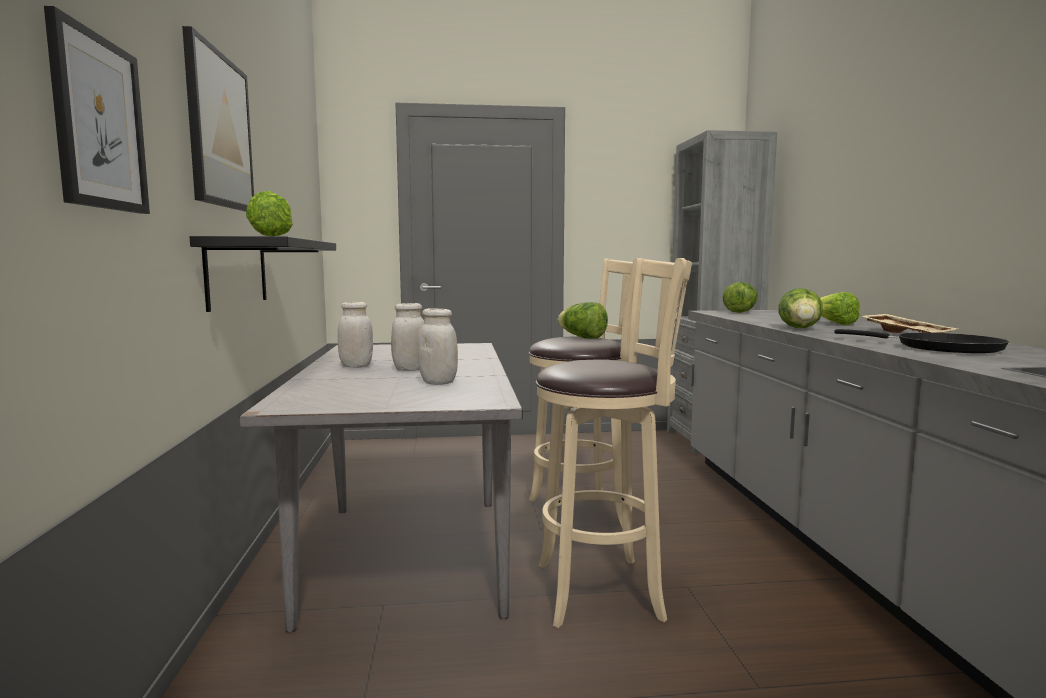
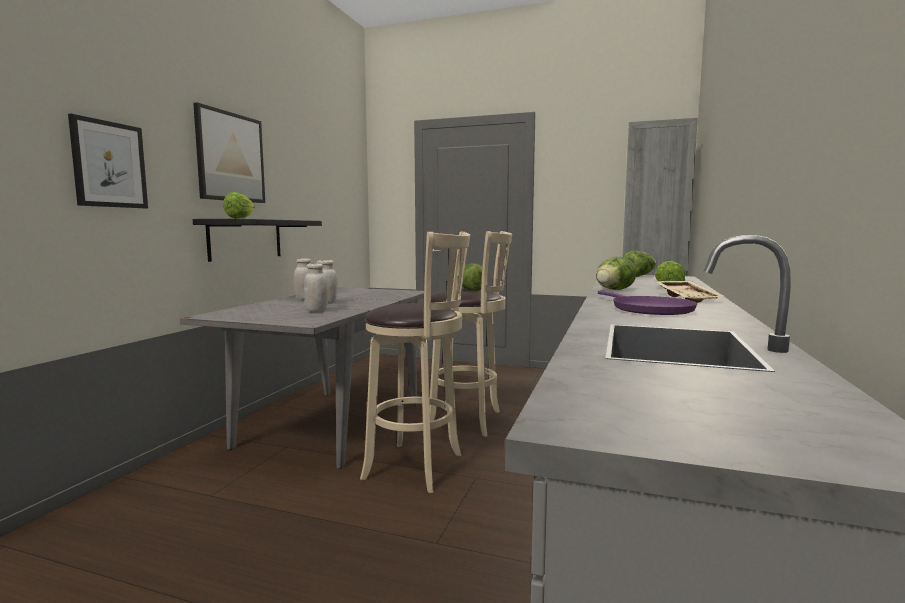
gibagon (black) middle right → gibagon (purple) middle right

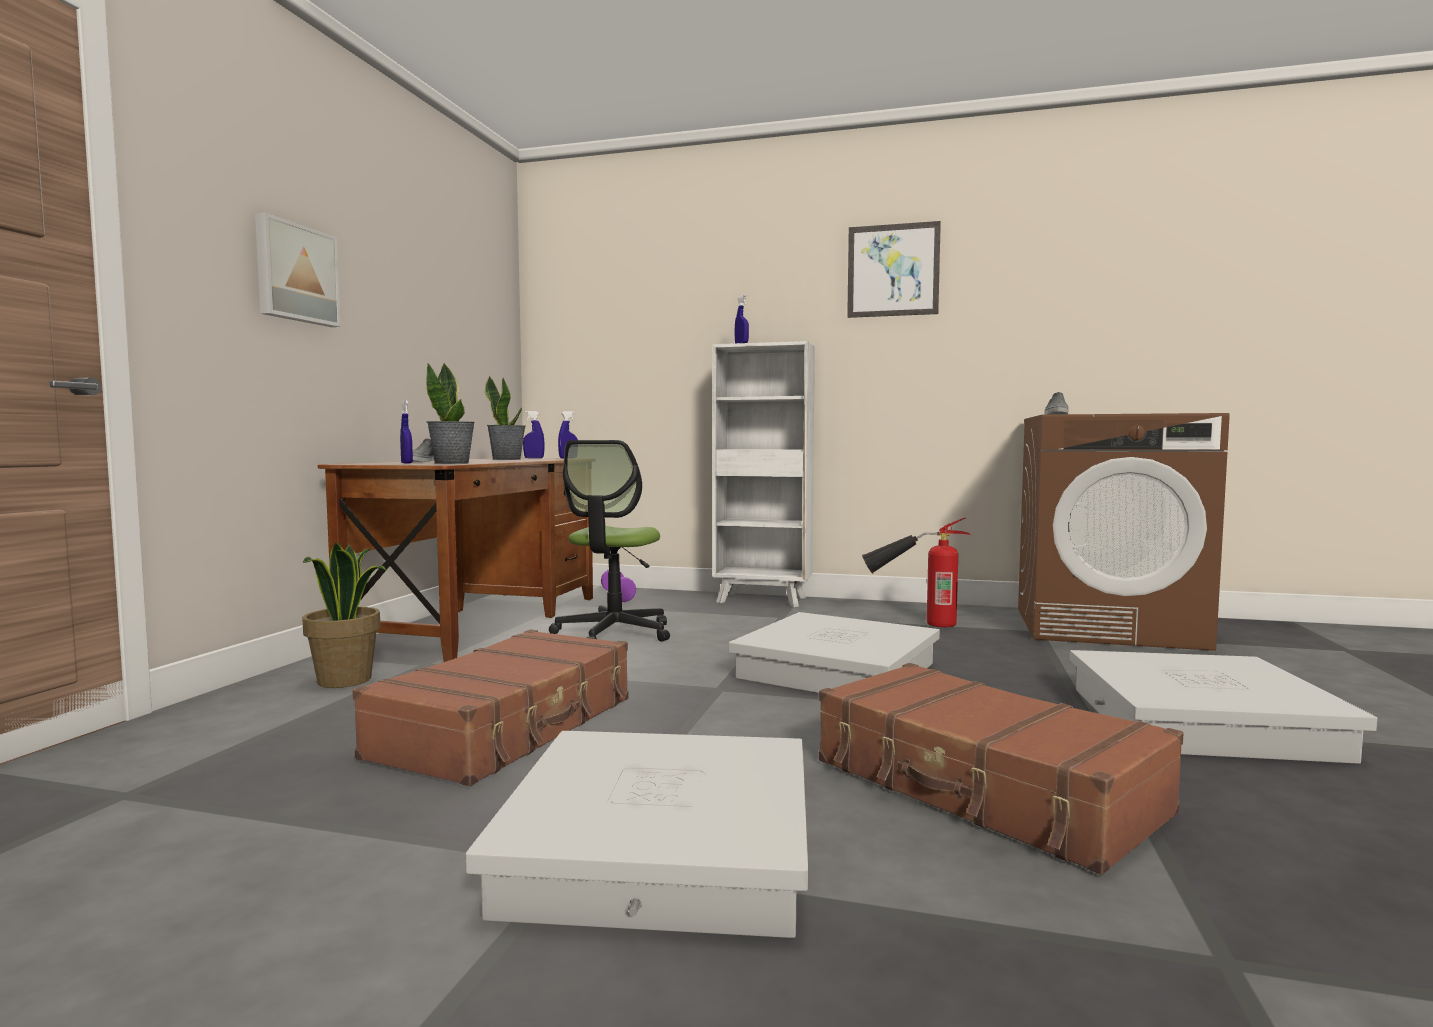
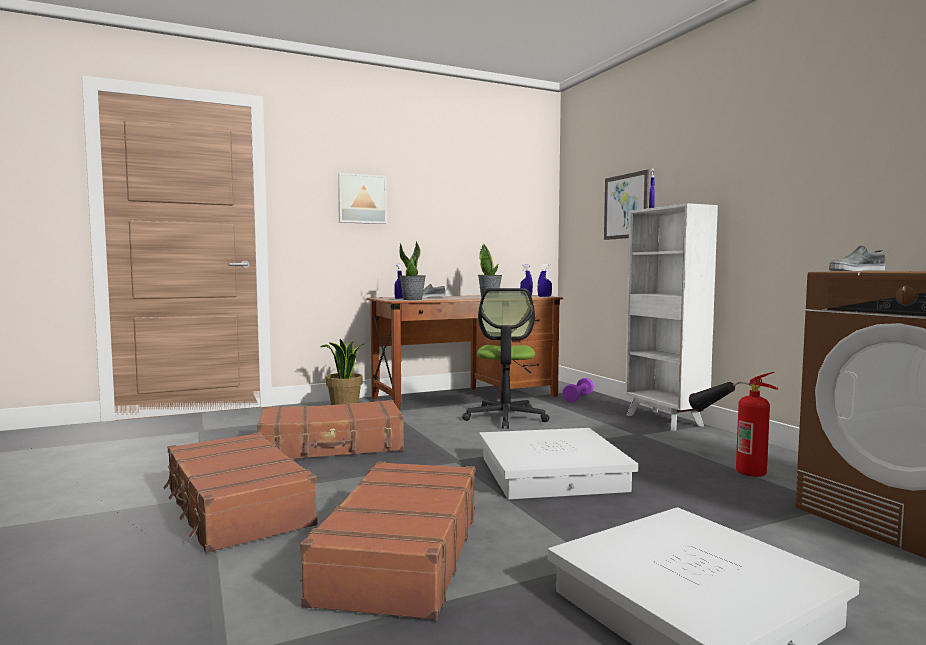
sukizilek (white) (no. 1 from left) bottom centre → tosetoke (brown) (no. 1 from left) bottom left
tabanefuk centre, 60 degrees counterclockwise
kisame (no. 2 from left) top centre → kisame (no. 2 from left) top right, relocated

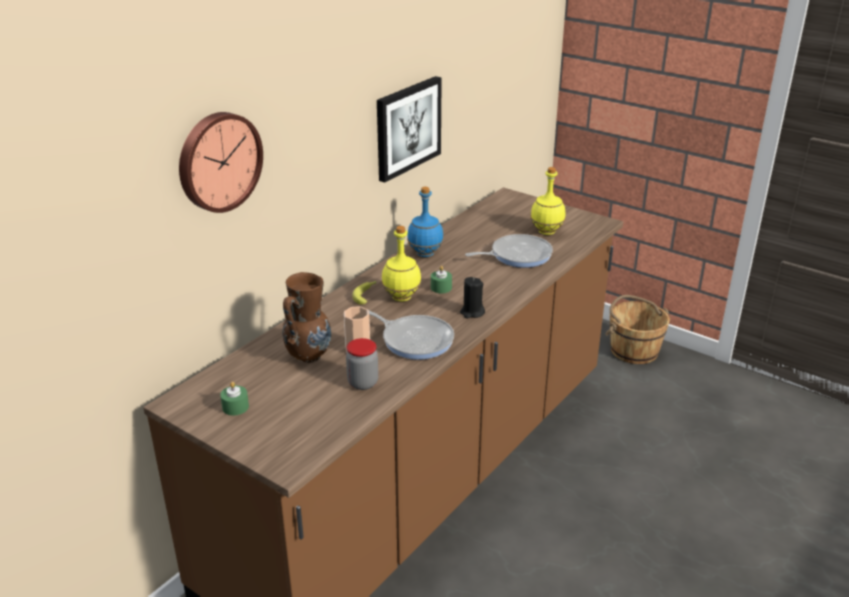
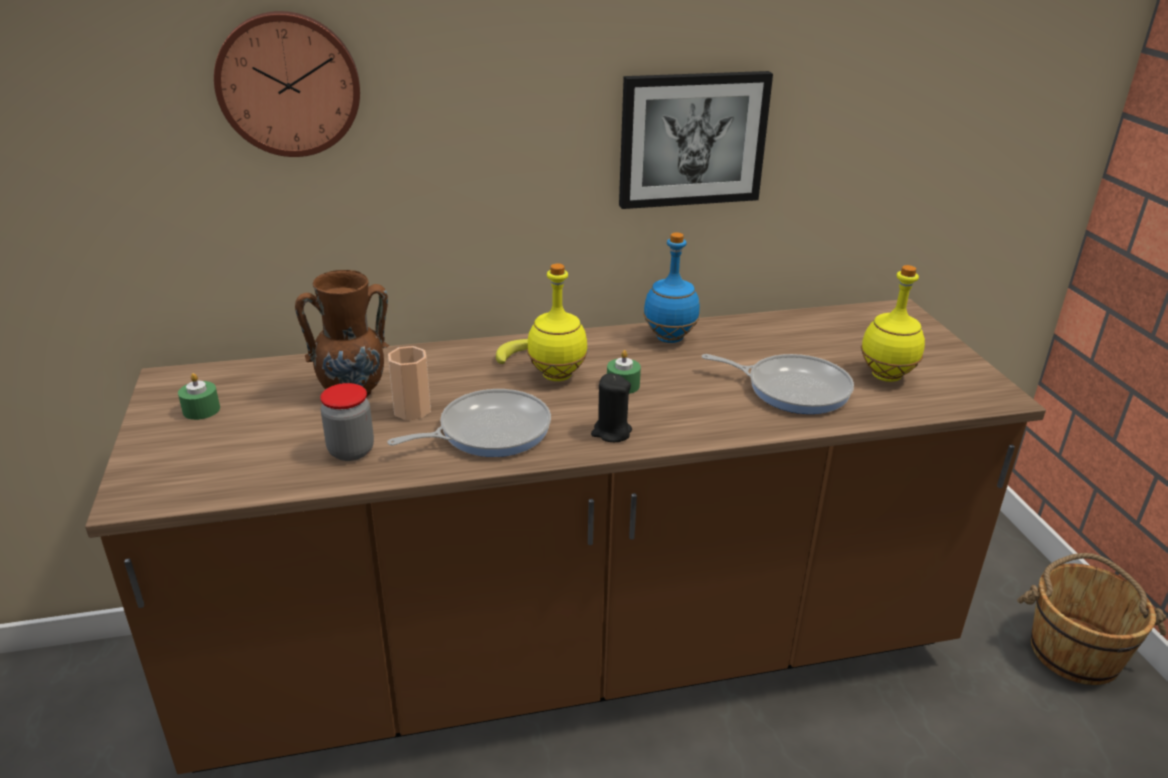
gibagon (no. 1 from left) centre, 105 degrees counterclockwise

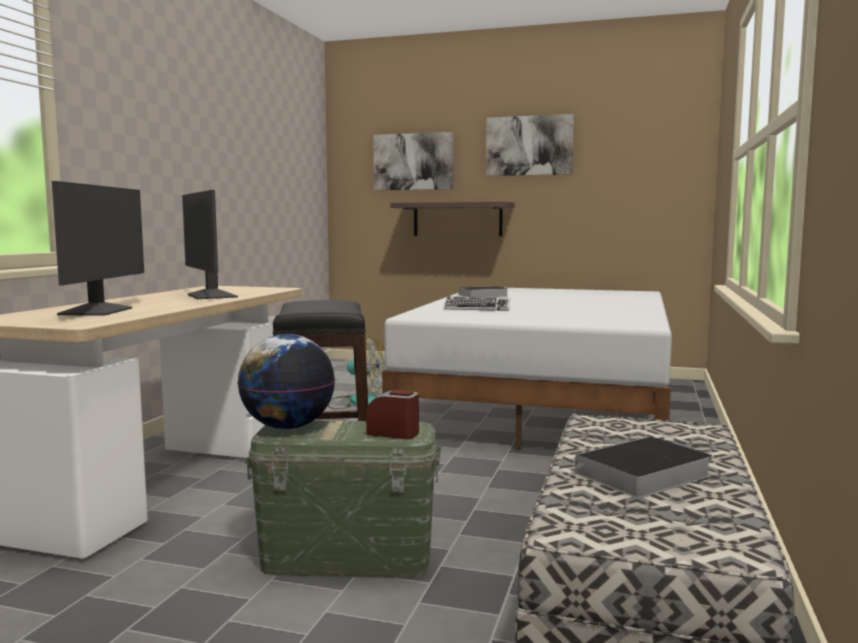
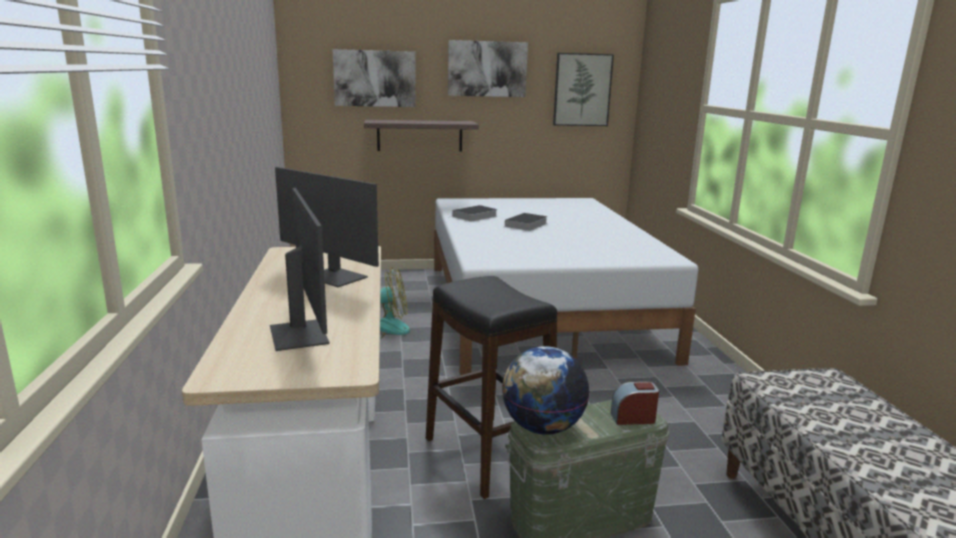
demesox (no. 2 from left) bottom right → demesox (no. 2 from left) centre, relocated
- → kisame (no. 3 from left) top centre
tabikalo centre → -

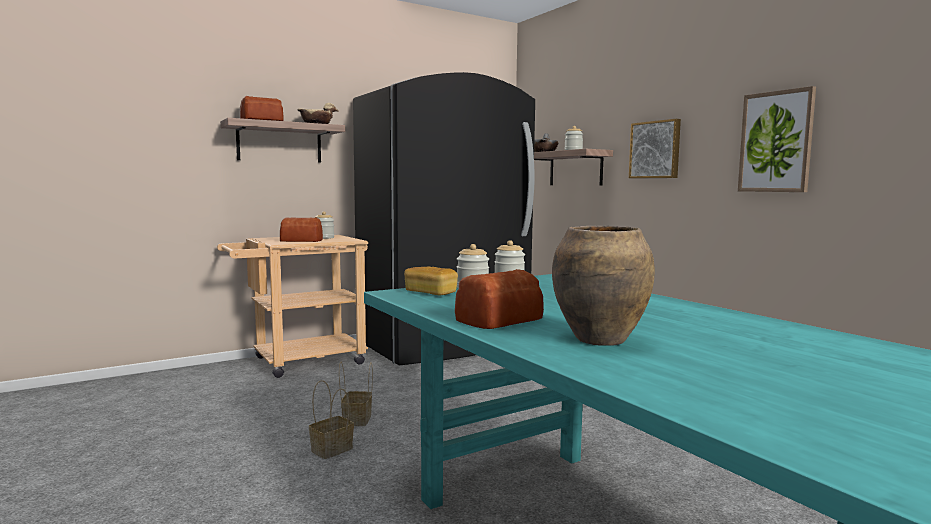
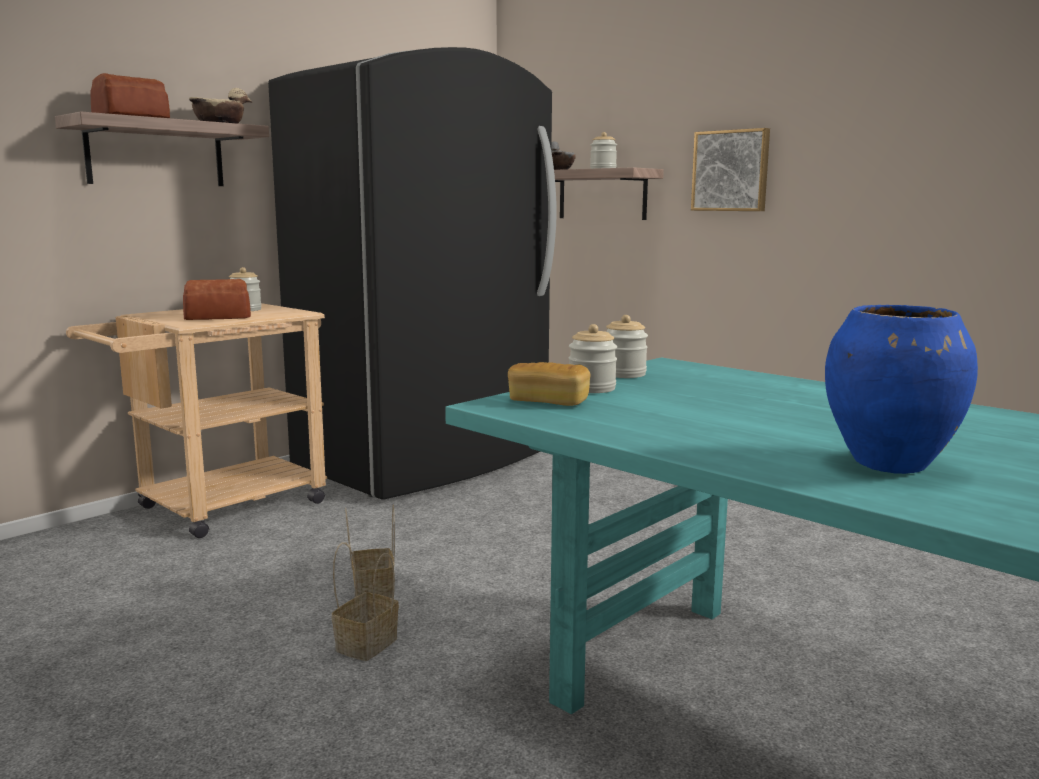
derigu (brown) centre → derigu (blue) middle right
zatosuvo (no. 4 from left) centre → -
kisame (no. 2 from left) top right → -

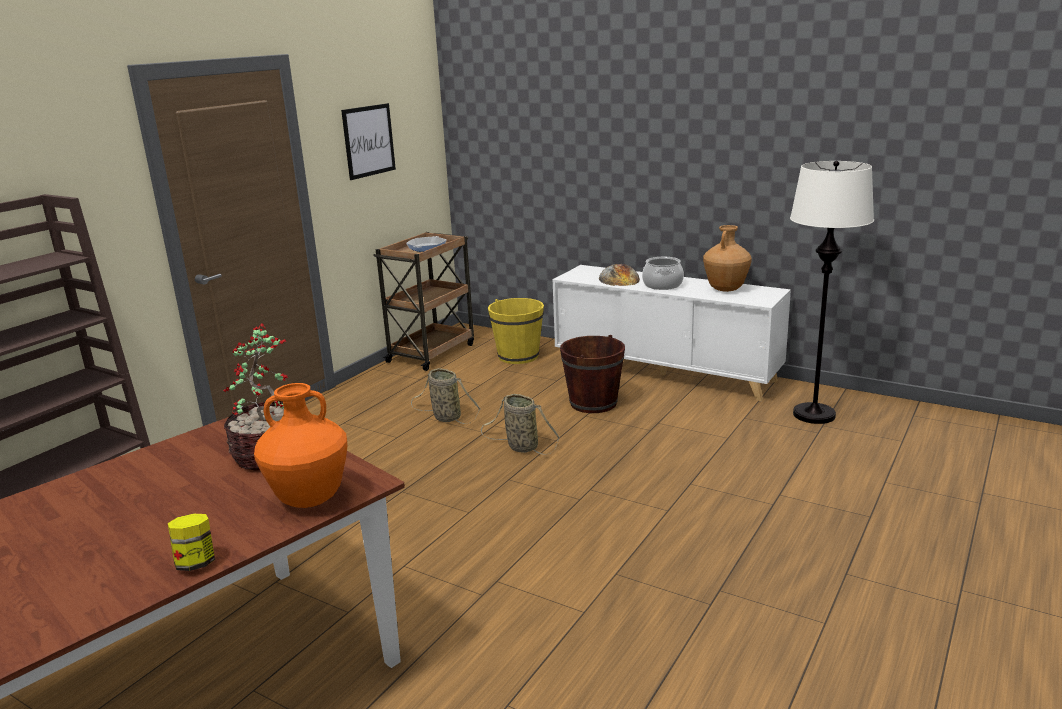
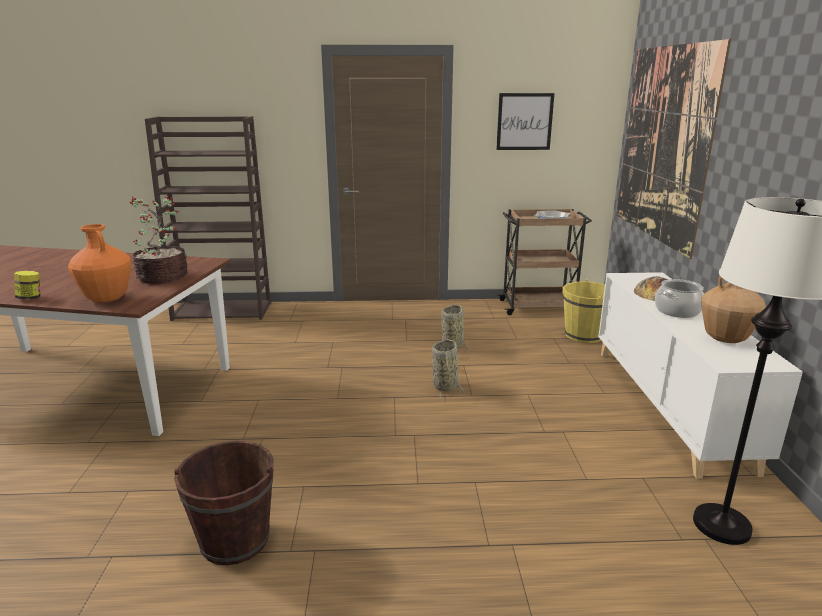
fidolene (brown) centre → fidolene (brown) bottom left, relocated
- → kisame (no. 2 from left) top right

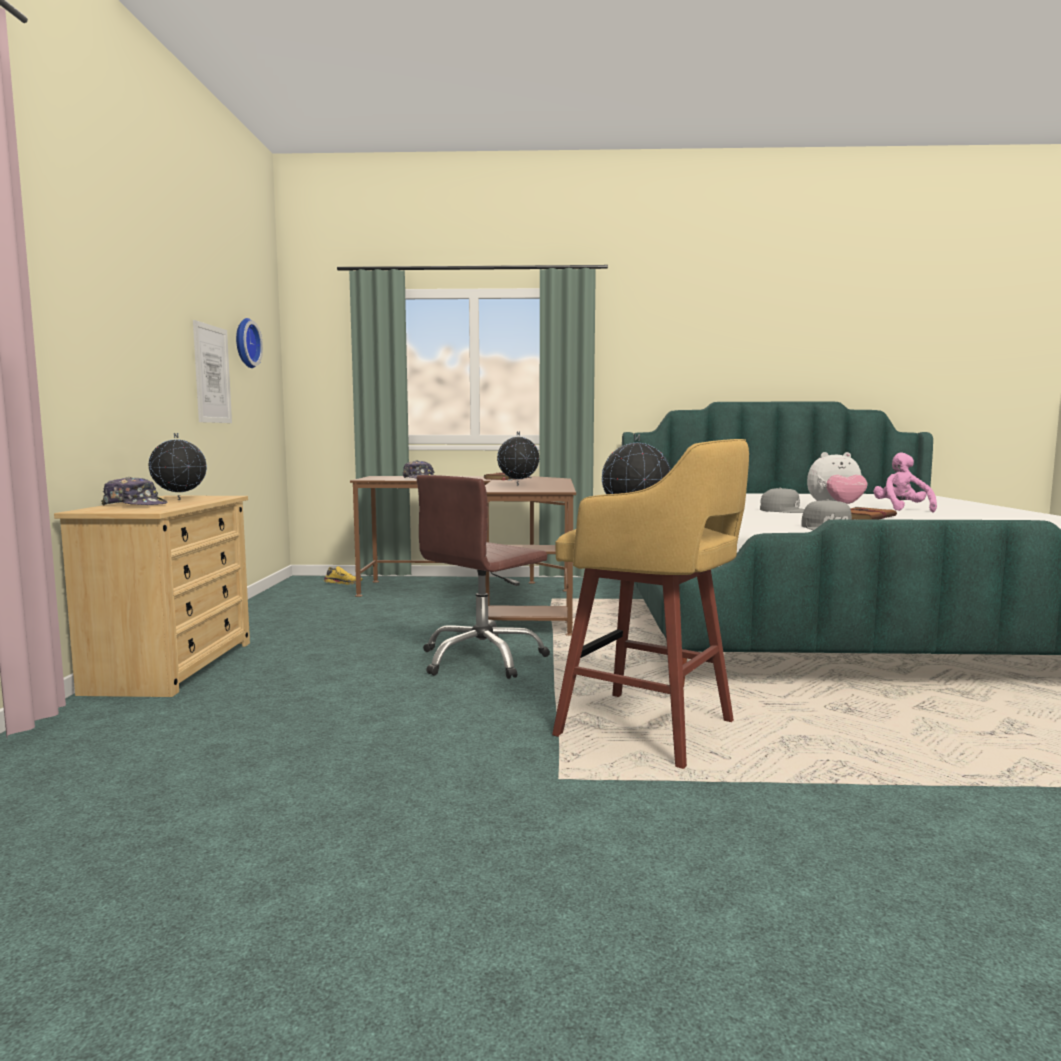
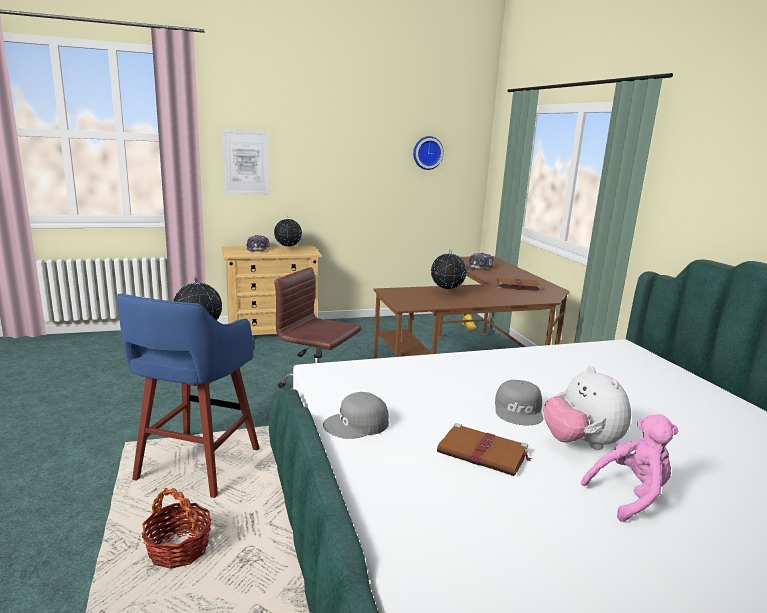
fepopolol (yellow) centre → fepopolol (blue) middle left
- → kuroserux bottom left
kisame middle left → kisame top left, relocated

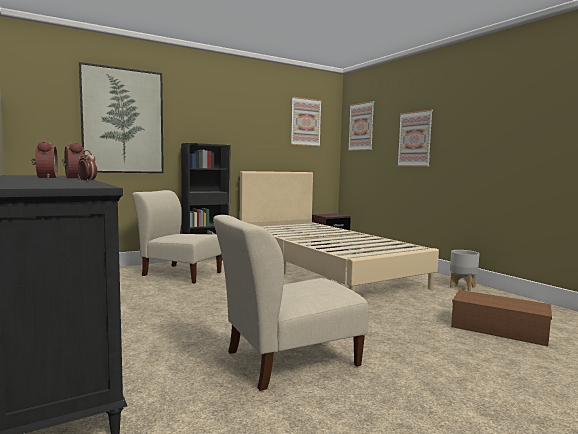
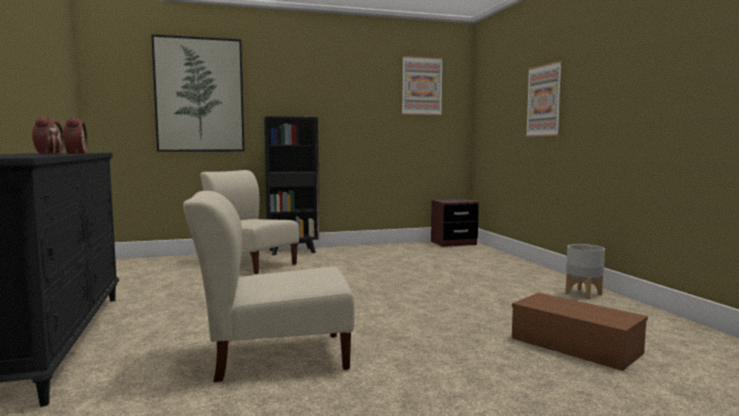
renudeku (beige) centre → -
kisame (no. 3 from left) top centre → -

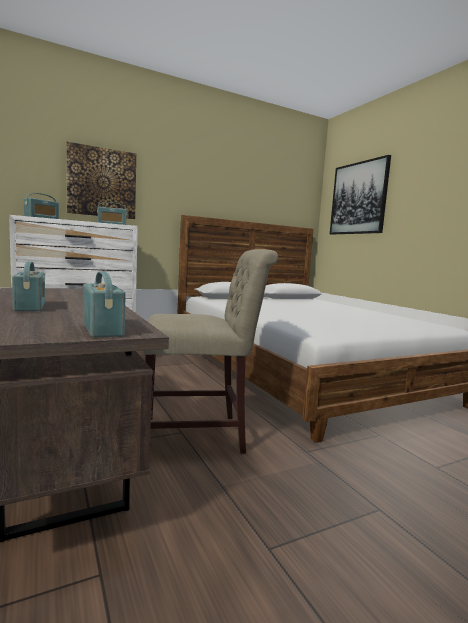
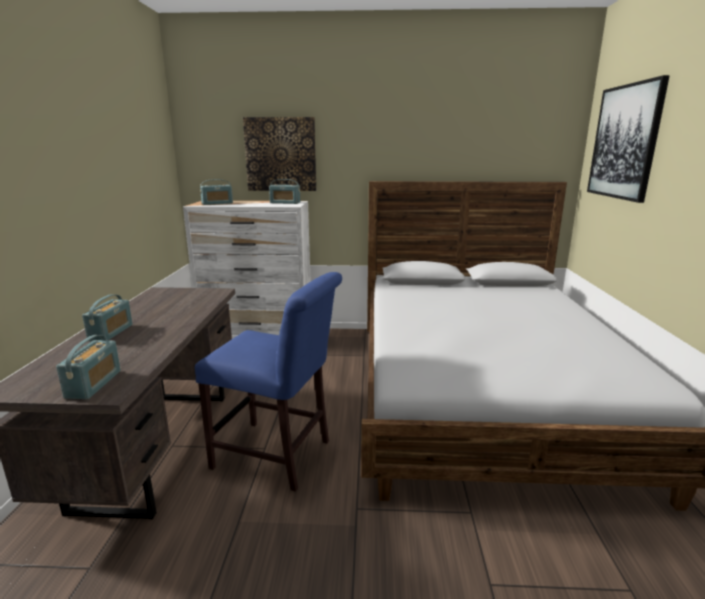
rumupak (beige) centre → rumupak (blue) centre

